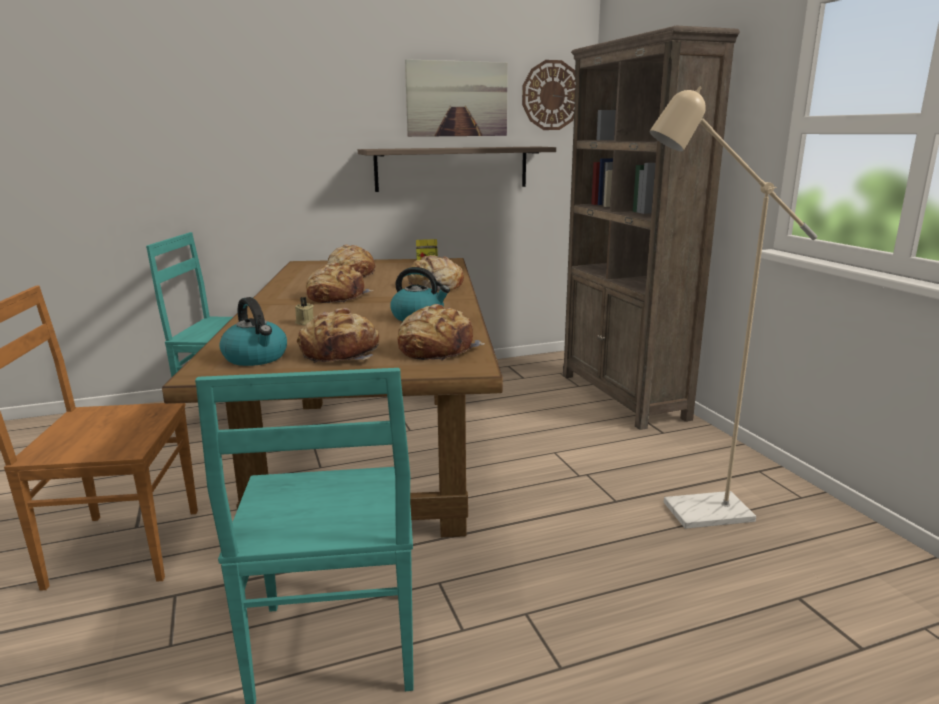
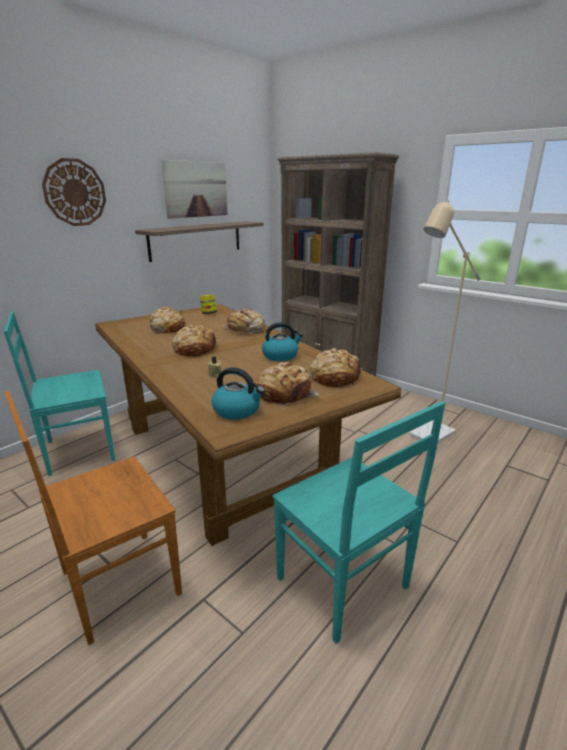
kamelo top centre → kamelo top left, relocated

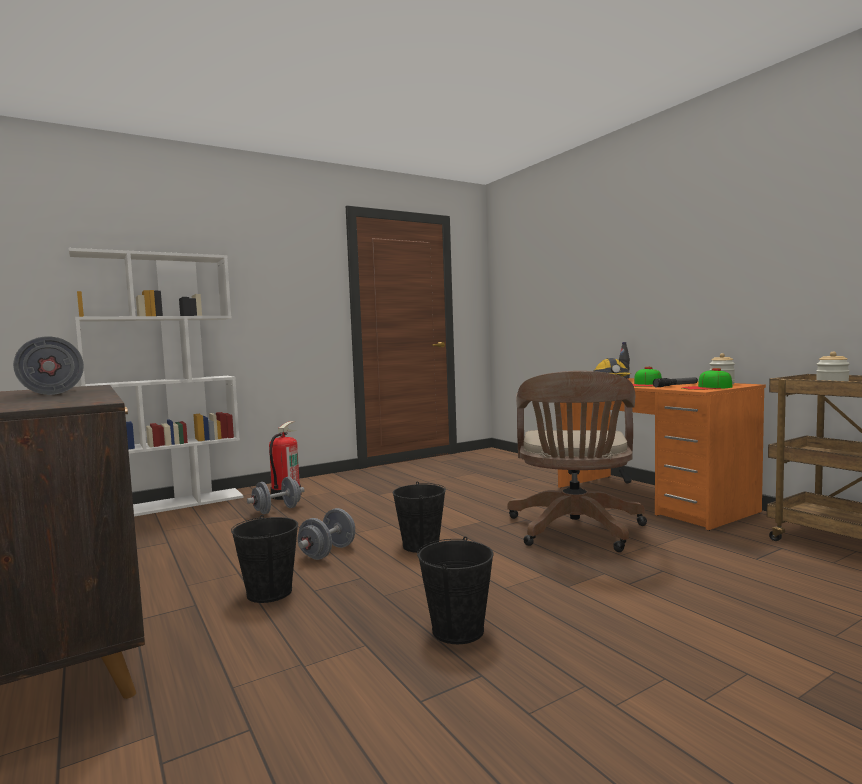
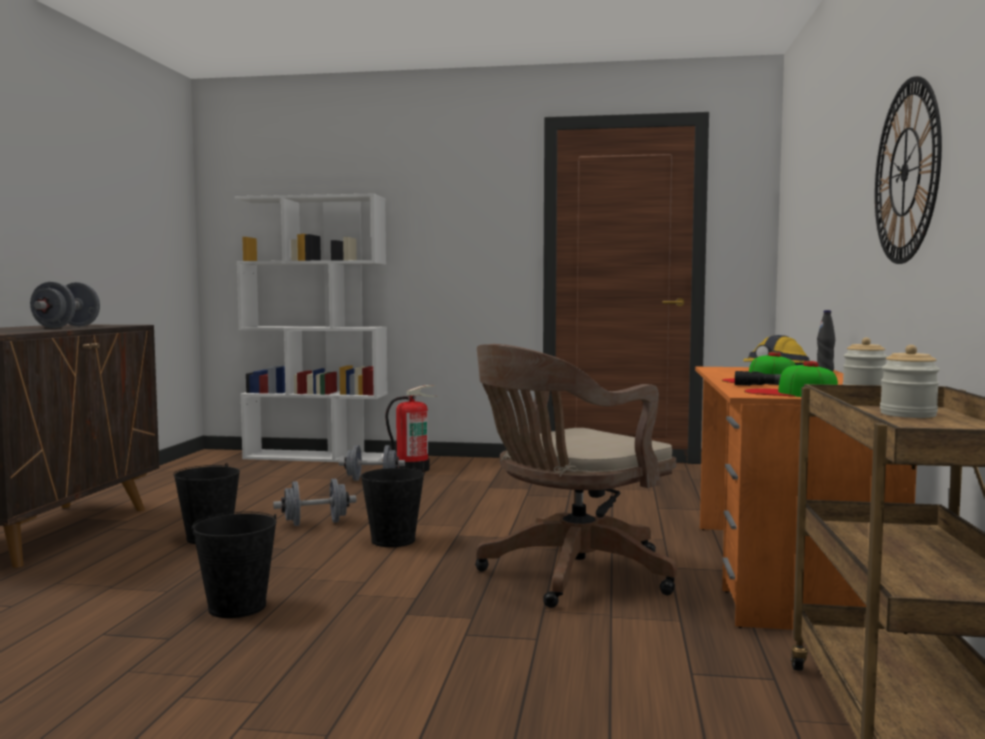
- → kamelo top right

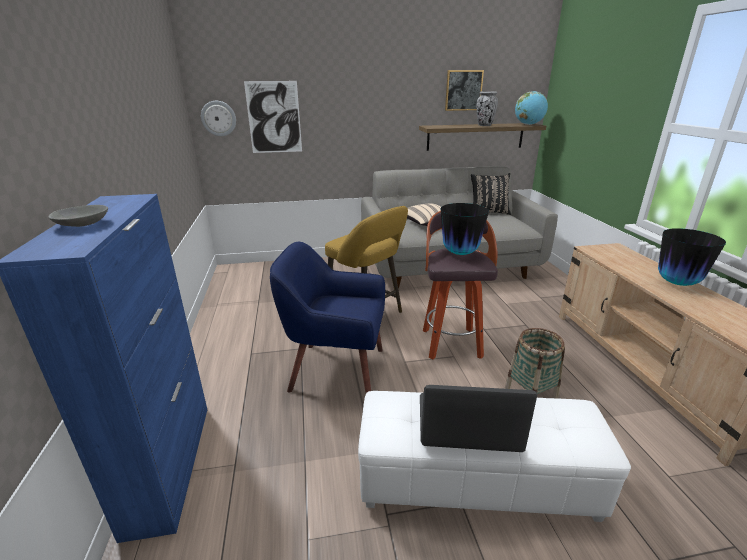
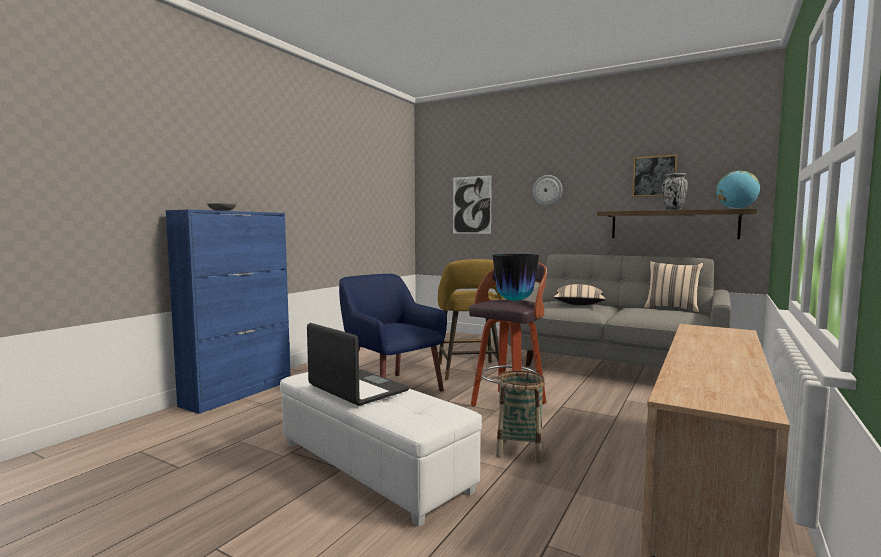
kamelo top left → kamelo centre, relocated
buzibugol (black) centre → buzibugol (beige) (no. 2 from left) middle right
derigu (no. 3 from left) middle right → -

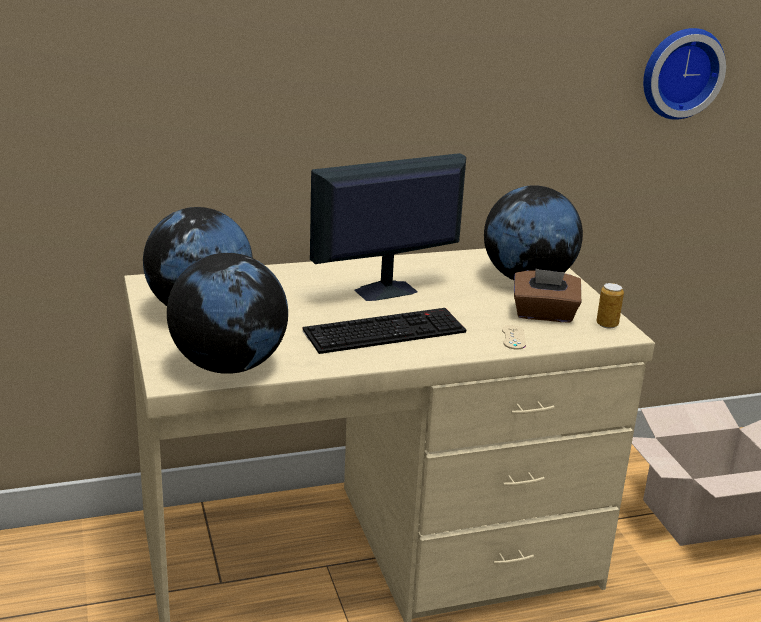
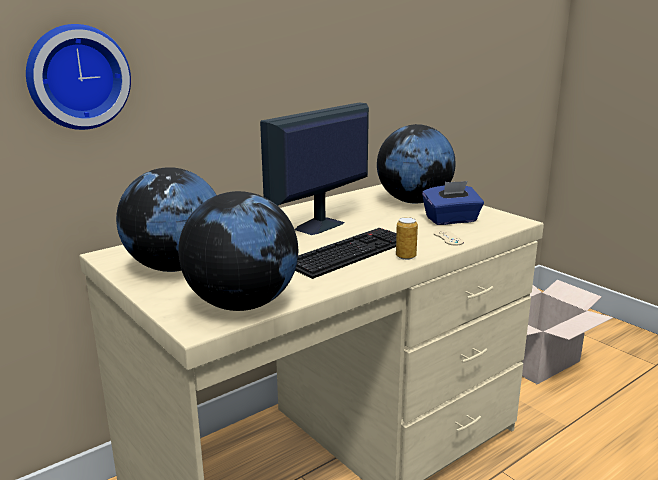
kamelo top right → kamelo top left, relocated
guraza middle right → guraza centre, relocated
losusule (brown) middle right → losusule (blue) middle right

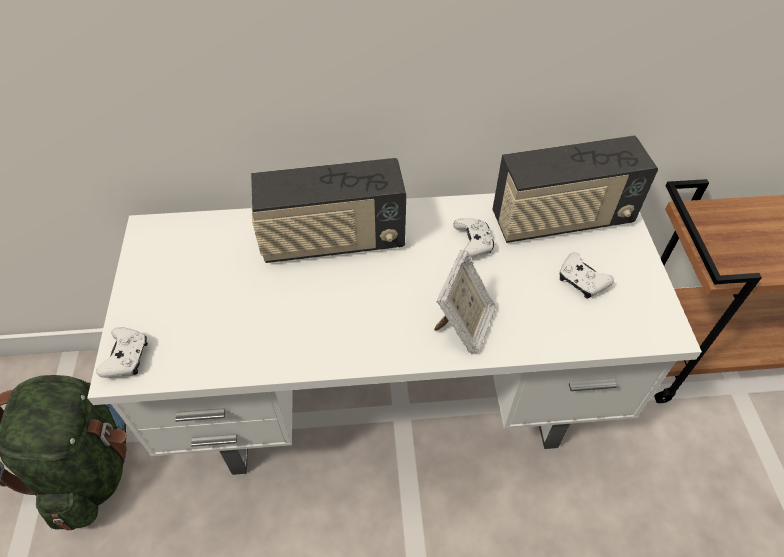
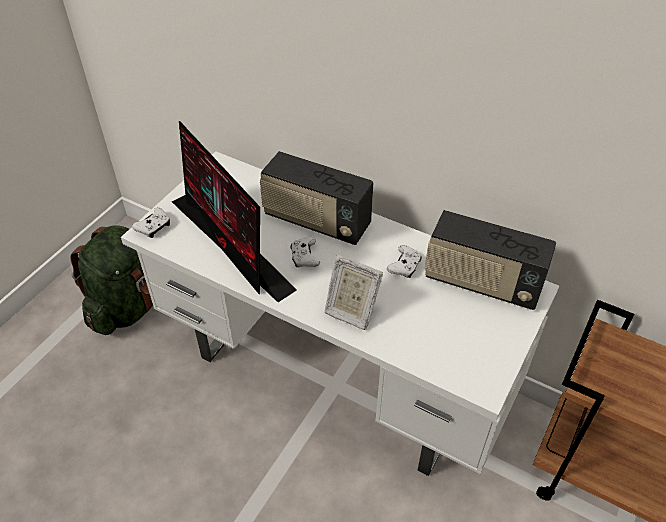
- → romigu centre
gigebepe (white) (no. 3 from left in the first image) middle right → gigebepe (white) (no. 2 from left) centre, relocated
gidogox centre, 60 degrees clockwise

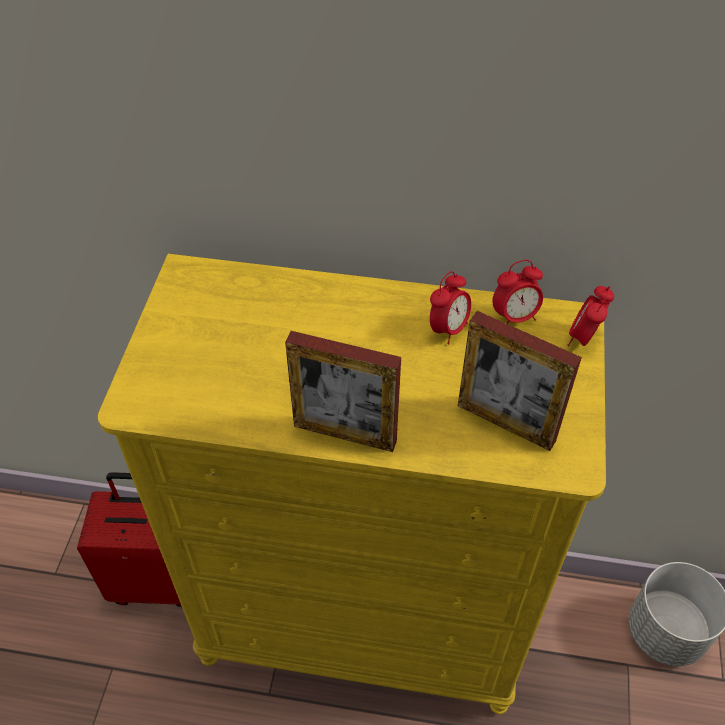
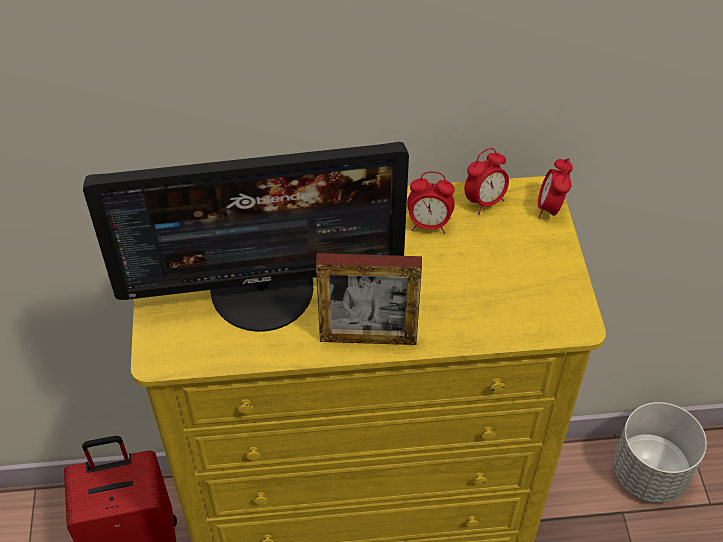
- → romigu centre
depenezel (no. 1 from left) centre, 75 degrees clockwise
gidogox (no. 2 from left) middle right → -

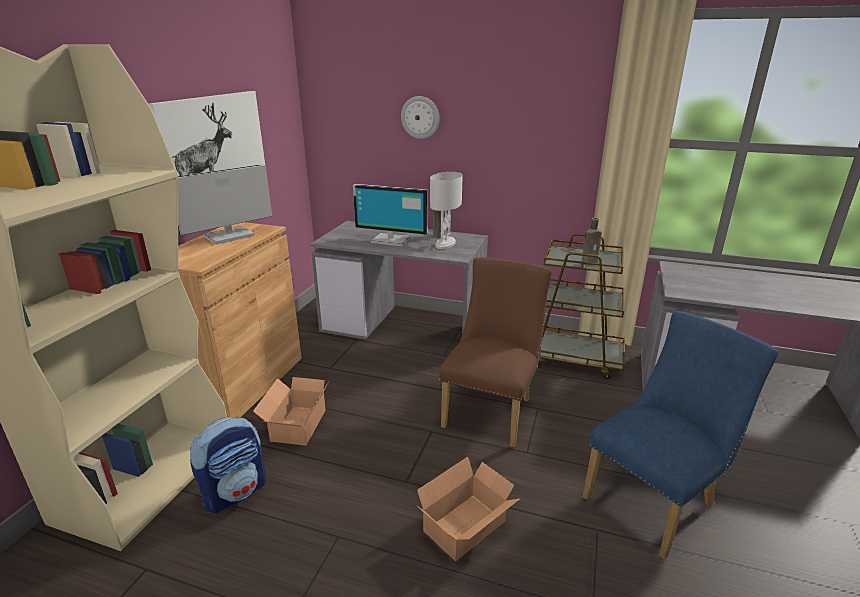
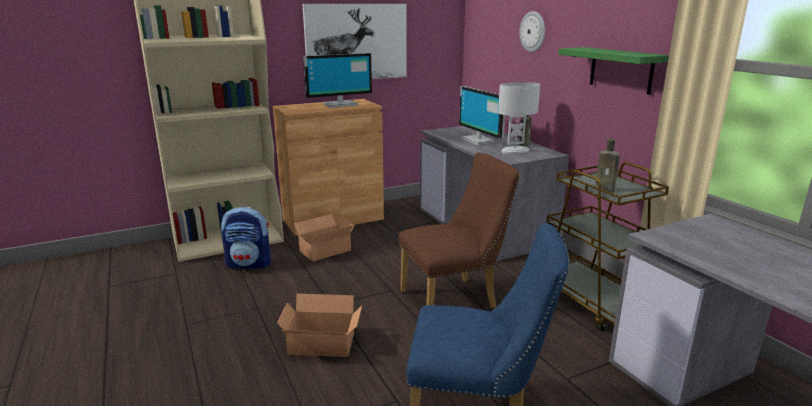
romigu (no. 1 from left) middle left → romigu (no. 1 from left) top centre, 150 degrees clockwise
- → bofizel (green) top right

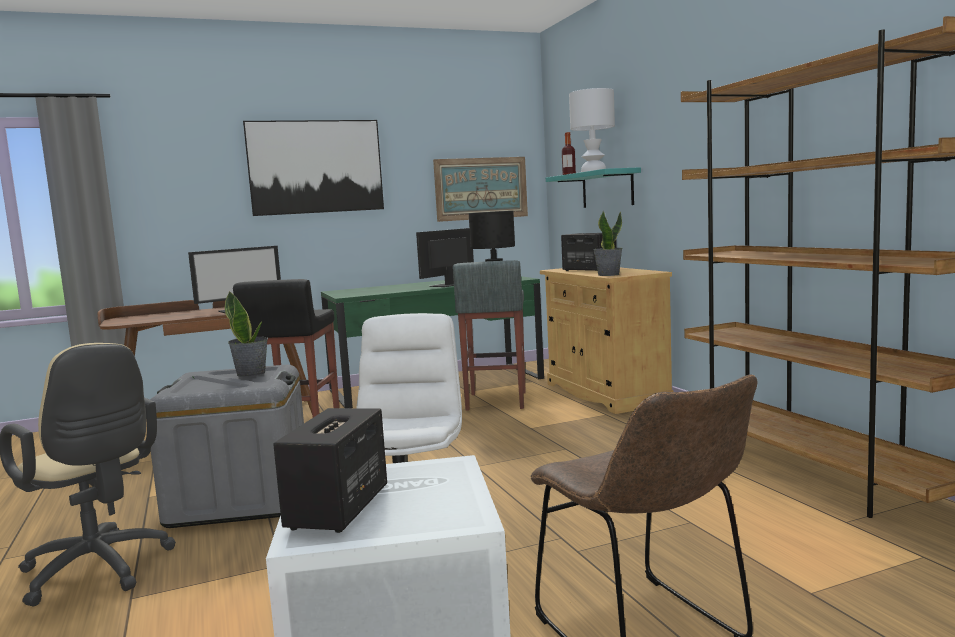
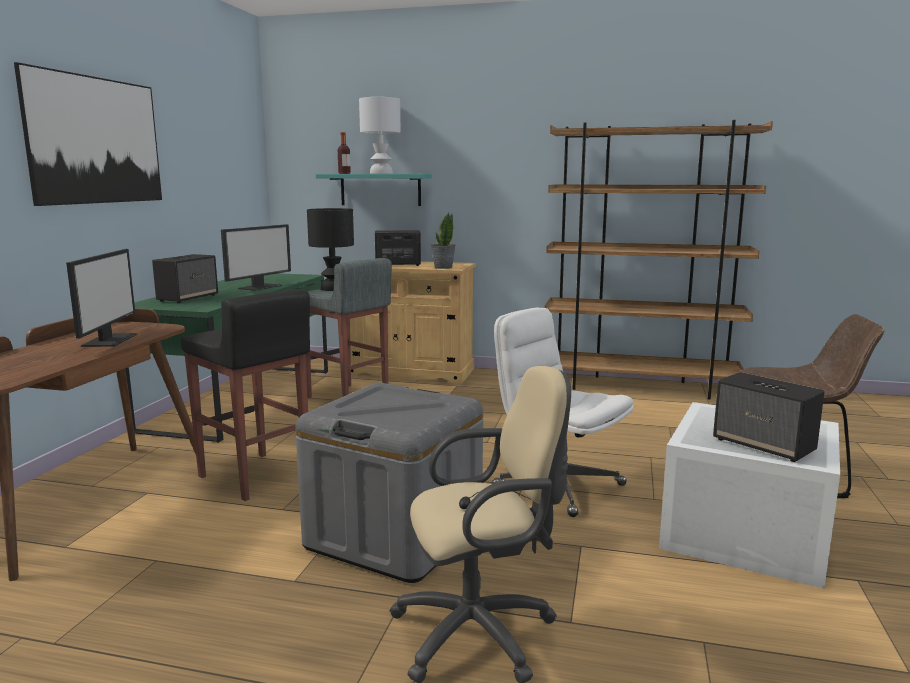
- → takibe (no. 1 from left) middle left
romigu (no. 2 from left) centre → romigu (no. 2 from left) middle left, 135 degrees counterclockwise
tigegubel (no. 1 from left) middle left → -
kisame (no. 2 from left) top centre → -

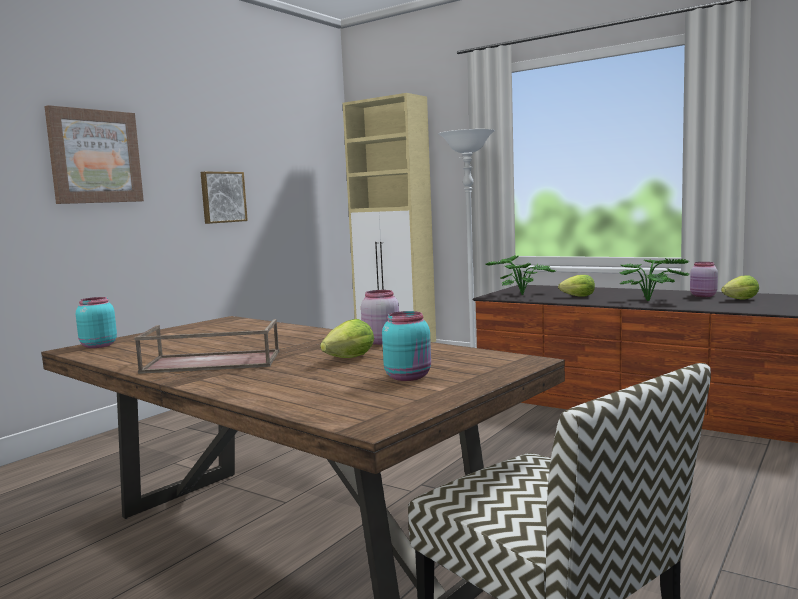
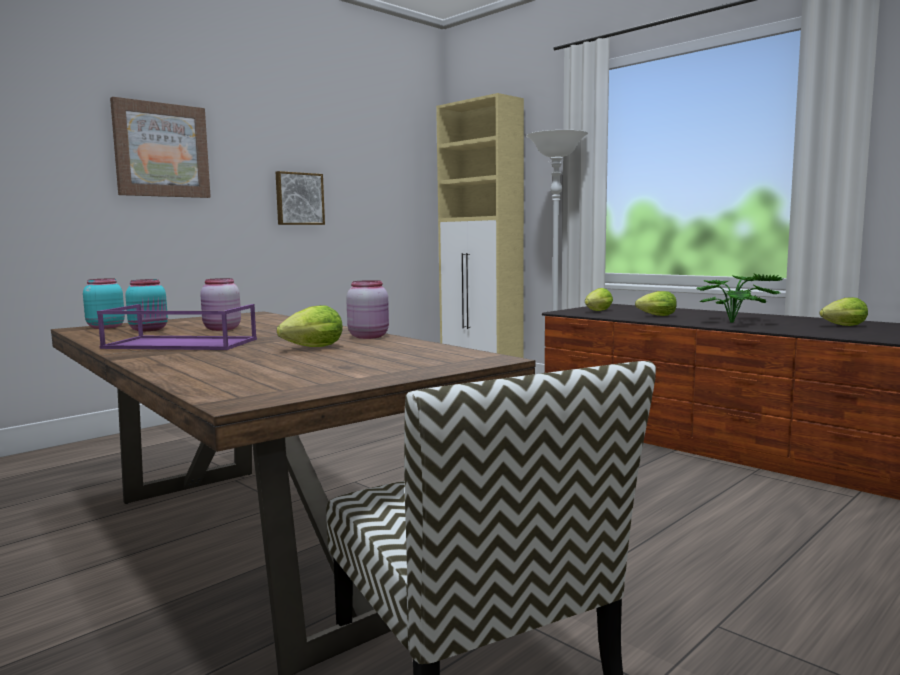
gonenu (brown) middle left → gonenu (purple) middle left
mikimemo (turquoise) (no. 2 from left) centre → mikimemo (turquoise) (no. 2 from left) middle left, relocated
mikimemo (pink) (no. 2 from left in the first image) middle right → mikimemo (pink) (no. 1 from left) middle left, relocated
tigegubel (no. 1 from left) centre → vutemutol (no. 2 from left) centre

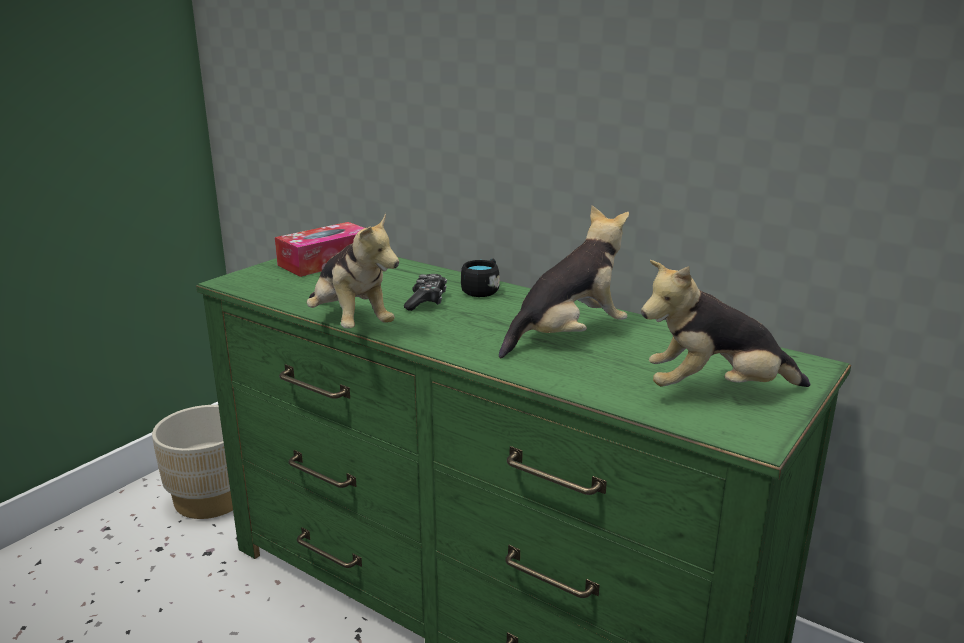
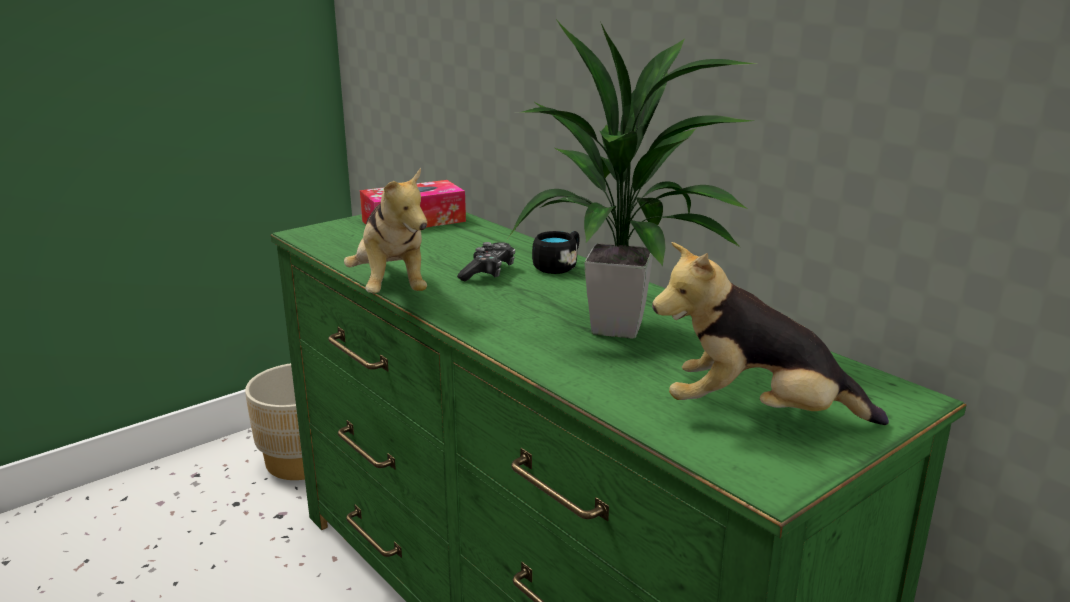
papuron (no. 2 from left) centre → tigegubel top centre

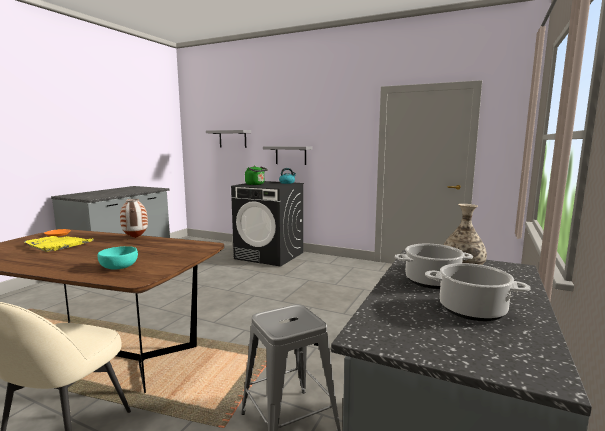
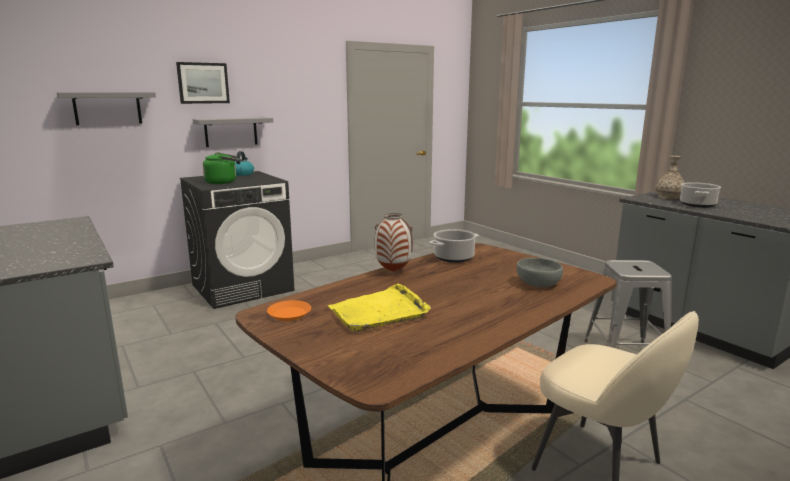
- → kisame top left
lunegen (no. 2 from left in the first image) bottom right → lunegen (no. 1 from left) centre, relocated
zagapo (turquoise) middle left → zagapo (grey) middle right

